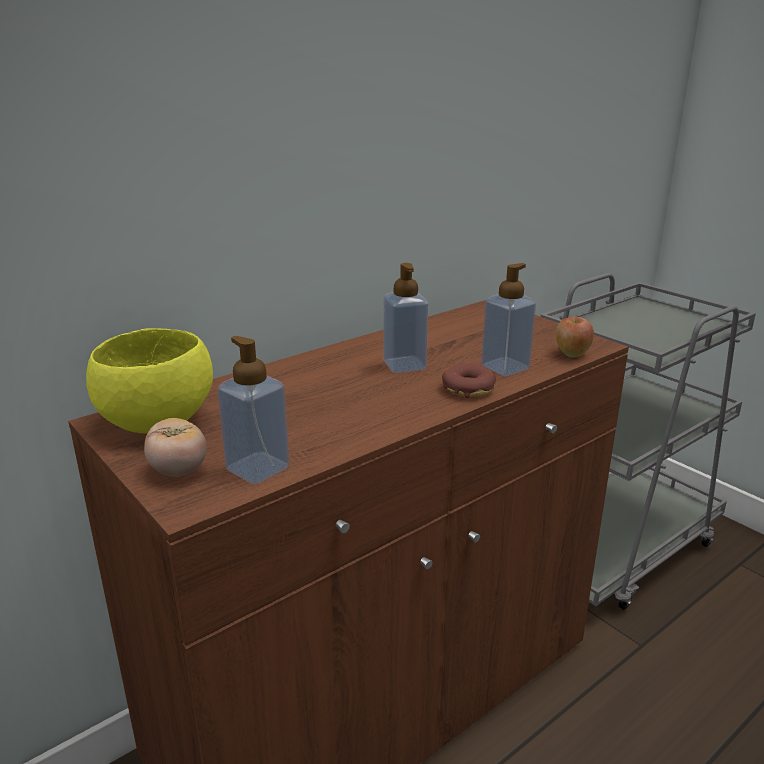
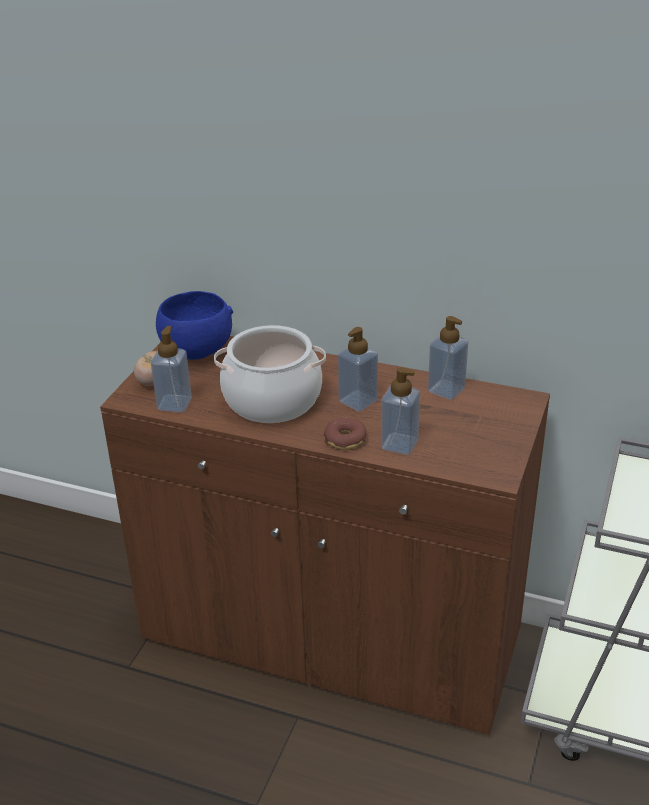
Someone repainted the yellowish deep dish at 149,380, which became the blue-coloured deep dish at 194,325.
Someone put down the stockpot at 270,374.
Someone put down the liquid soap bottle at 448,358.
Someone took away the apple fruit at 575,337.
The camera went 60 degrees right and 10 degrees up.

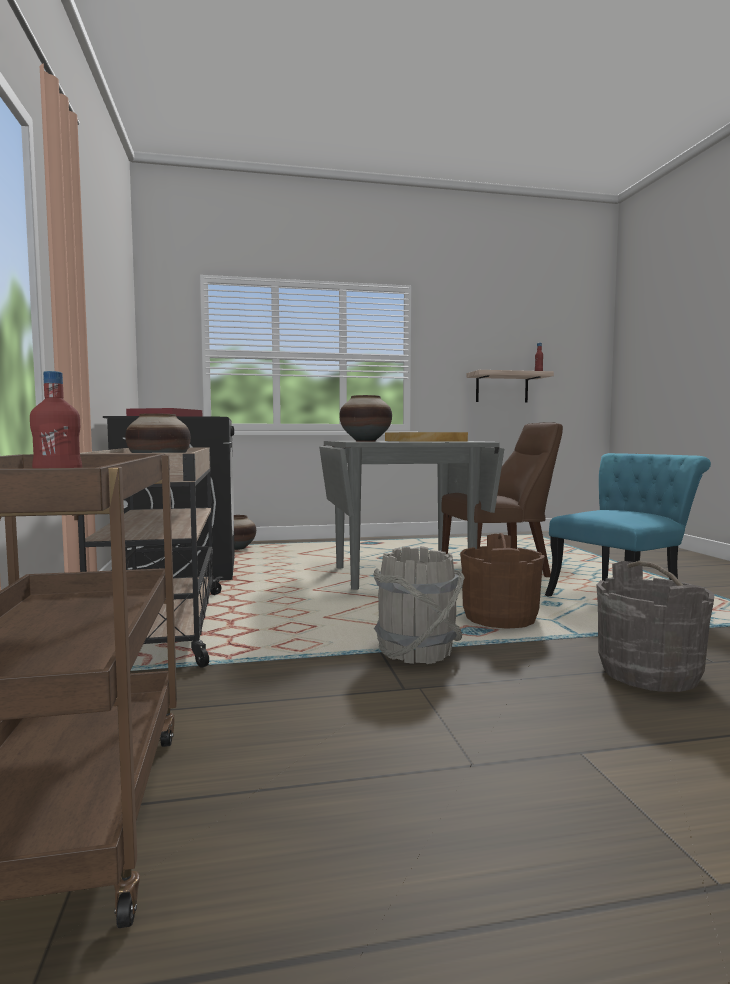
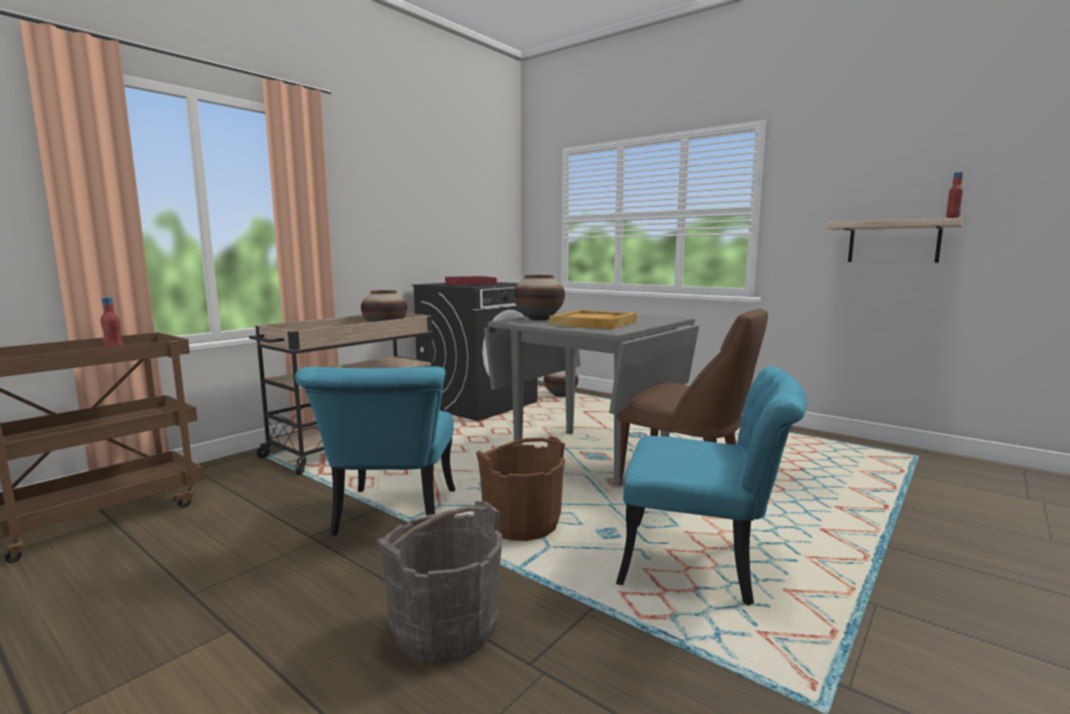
Someone swapped the gray bucket at 419,605 for the turquoise chair at 375,451.
The camera went 50 degrees right and 5 degrees up.

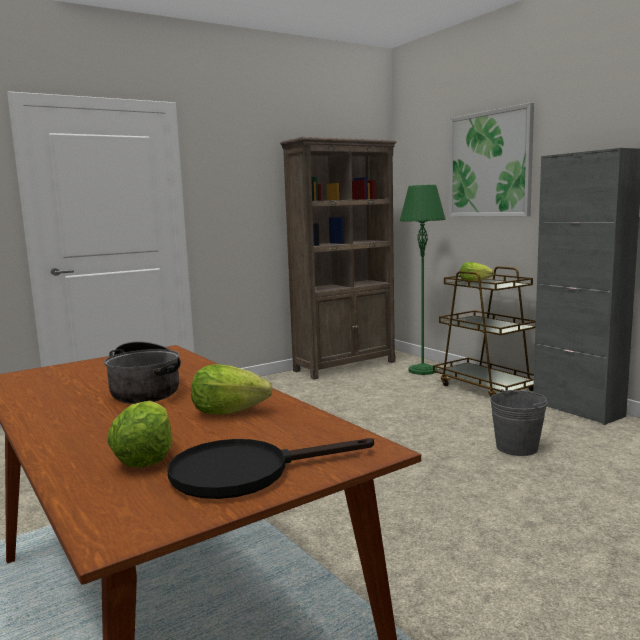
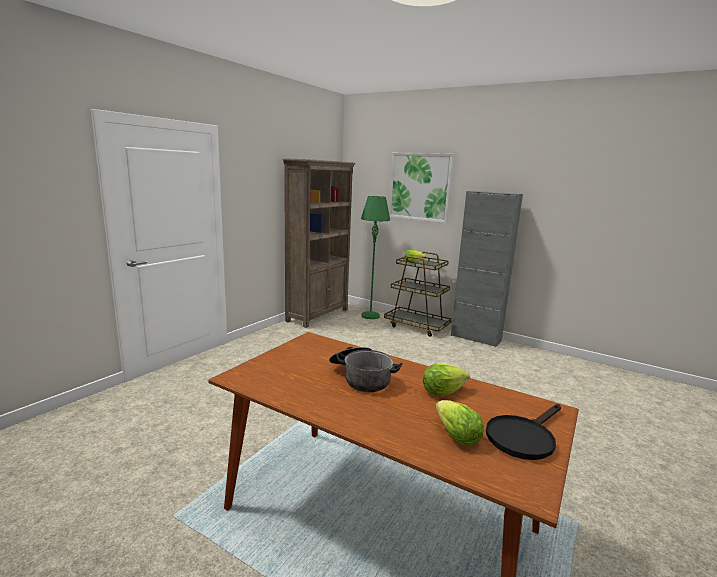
Someone took away the gray bucket at 519,422.
The camera went 25 degrees left and 5 degrees up.

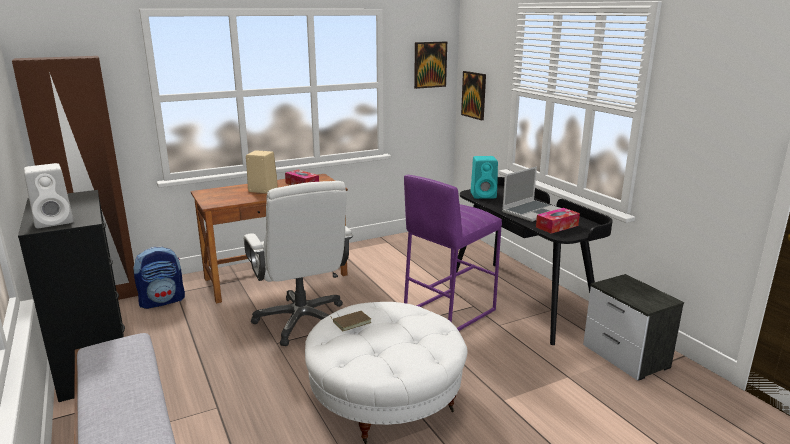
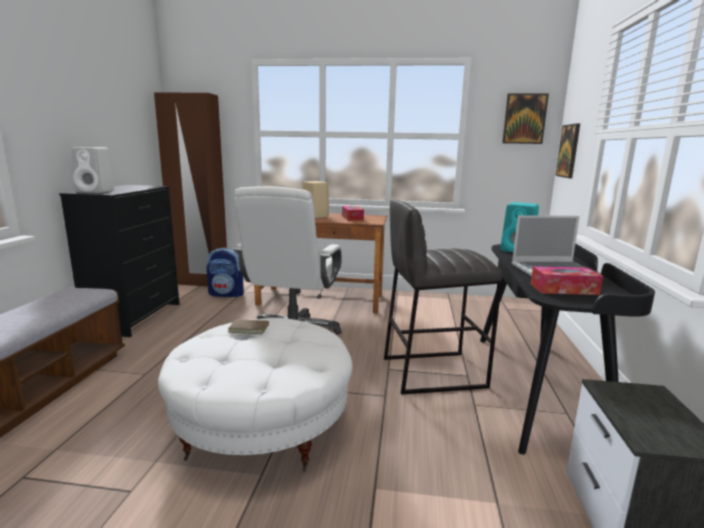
Someone repainted the purple-coloured stool at 453,253, which became the gray stool at 443,297.
The camera went 35 degrees right and 5 degrees down.

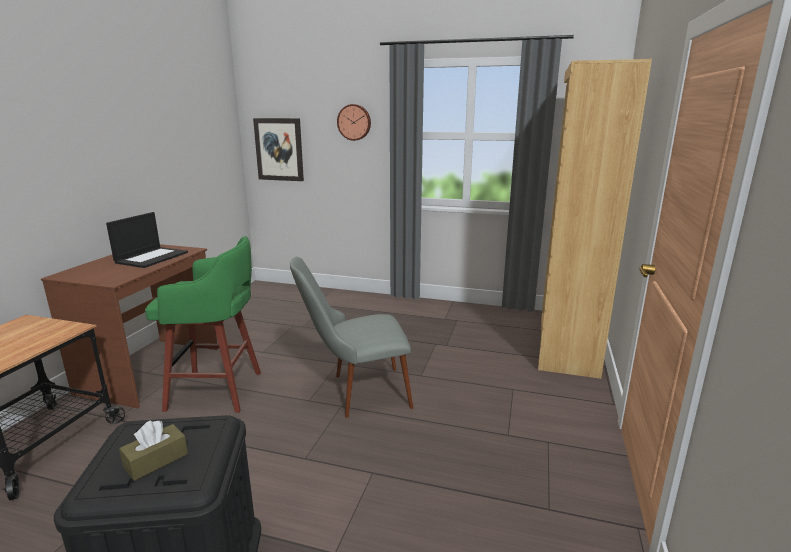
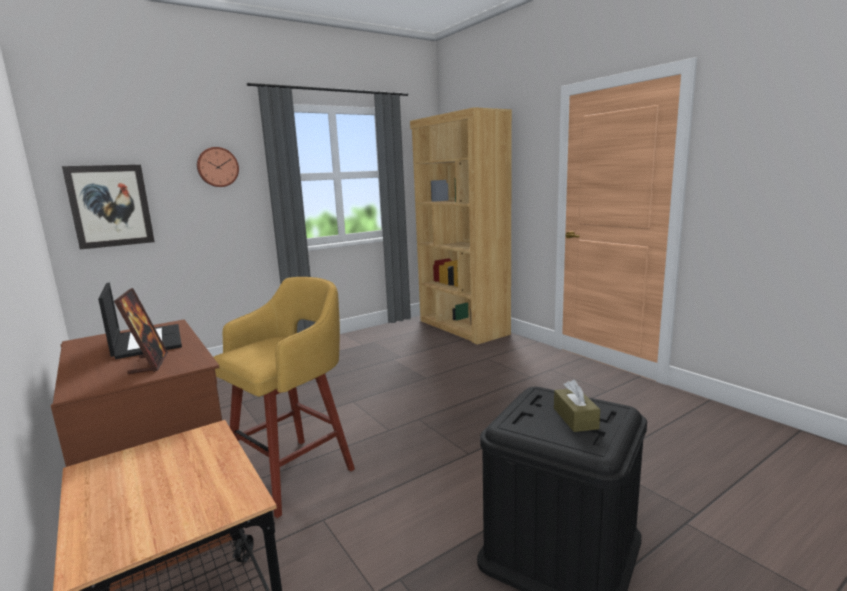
Someone put down the photo frame at 141,331.
Someone repainted the green stool at 203,324, which became the yellowish stool at 284,397.
Someone took away the gray chair at 351,337.
The camera went 50 degrees left and 5 degrees down.

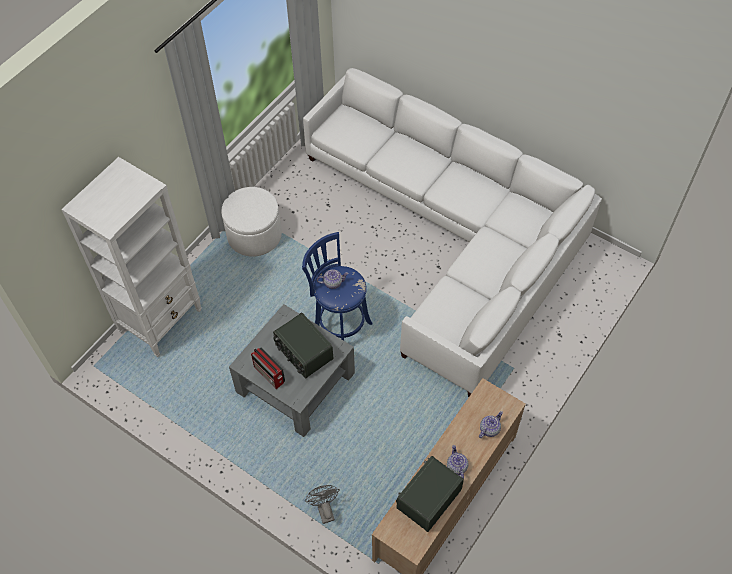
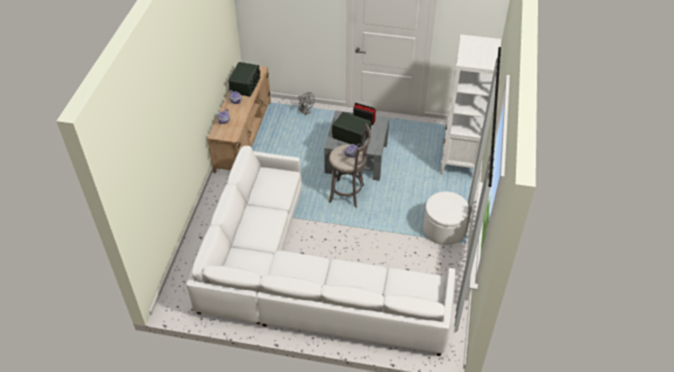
Someone repainted the blue-coloured stool at 337,286, which became the gray stool at 350,166.
The camera went 155 degrees right and 10 degrees down.

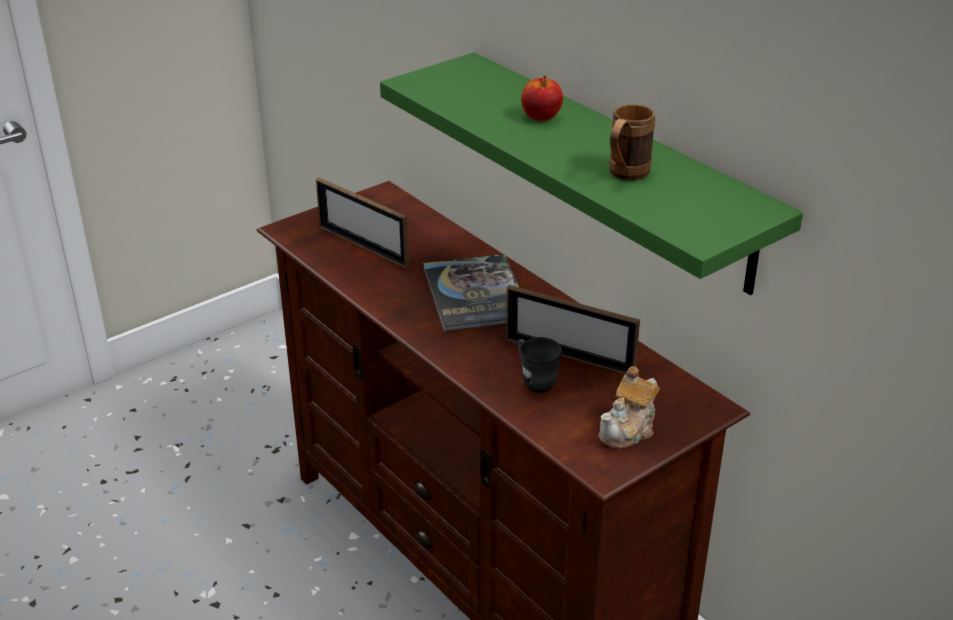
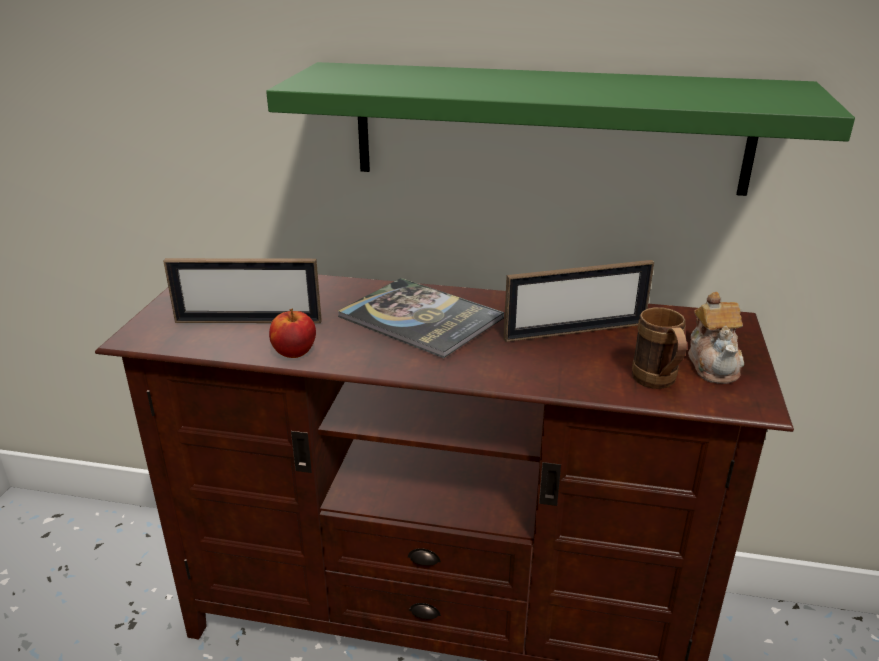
Someone carried the apple fruit from 542,98 to 292,333.
Someone carried the brownish mug from 632,142 to 659,348.
Someone took away the gray mug at 540,365.
The camera went 40 degrees left and 5 degrees down.

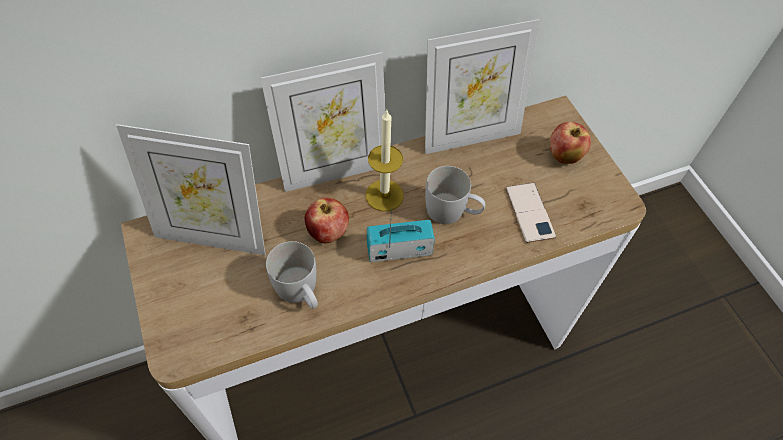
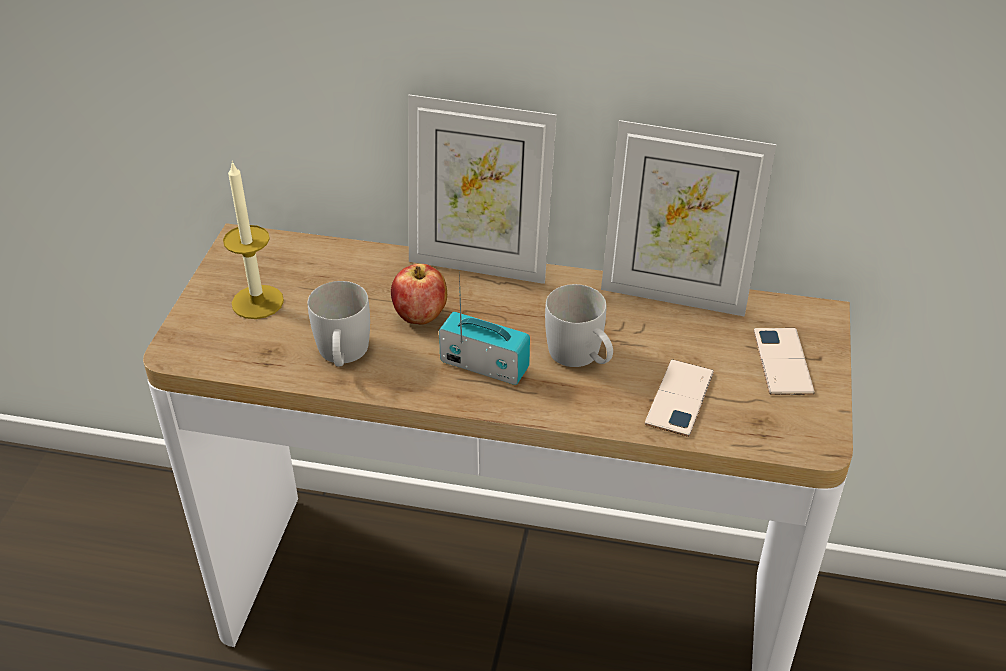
Someone carried the wax candle from 385,160 to 253,240.
Someone swapped the apple fruit at 570,143 for the handset at 784,361.
Someone took away the photo frame at 190,189.
The camera went 35 degrees right and 15 degrees down.

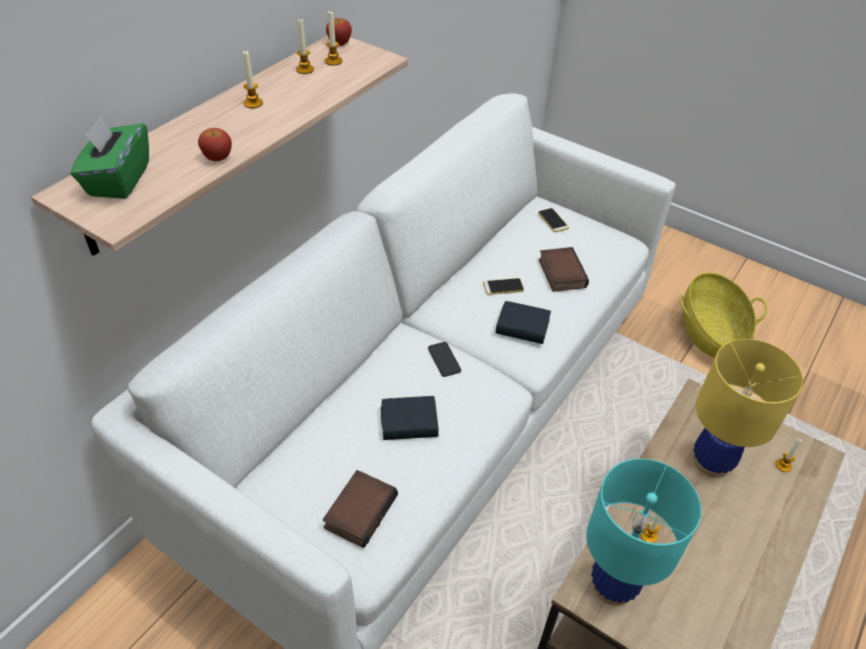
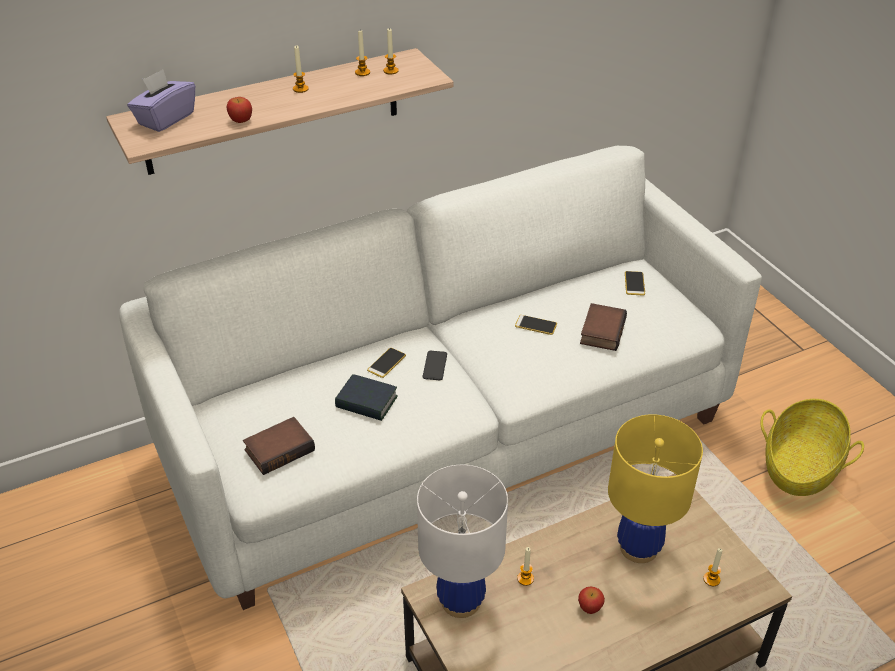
Someone repainted the green tissue holder at 110,157, which became the purple-coloured tissue holder at 161,100.
Someone put down the handset at 386,363.
Someone repainted the turquoise table lamp at 644,532, which became the white table lamp at 462,541.
Someone carried the apple fruit from 339,32 to 591,600.
Someone took away the volume at 523,322.
The camera went 30 degrees right and 5 degrees down.

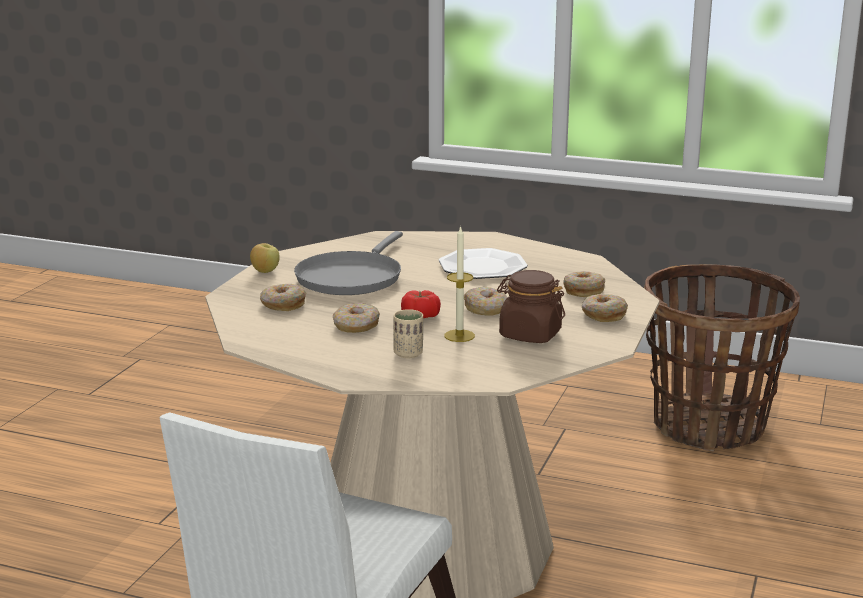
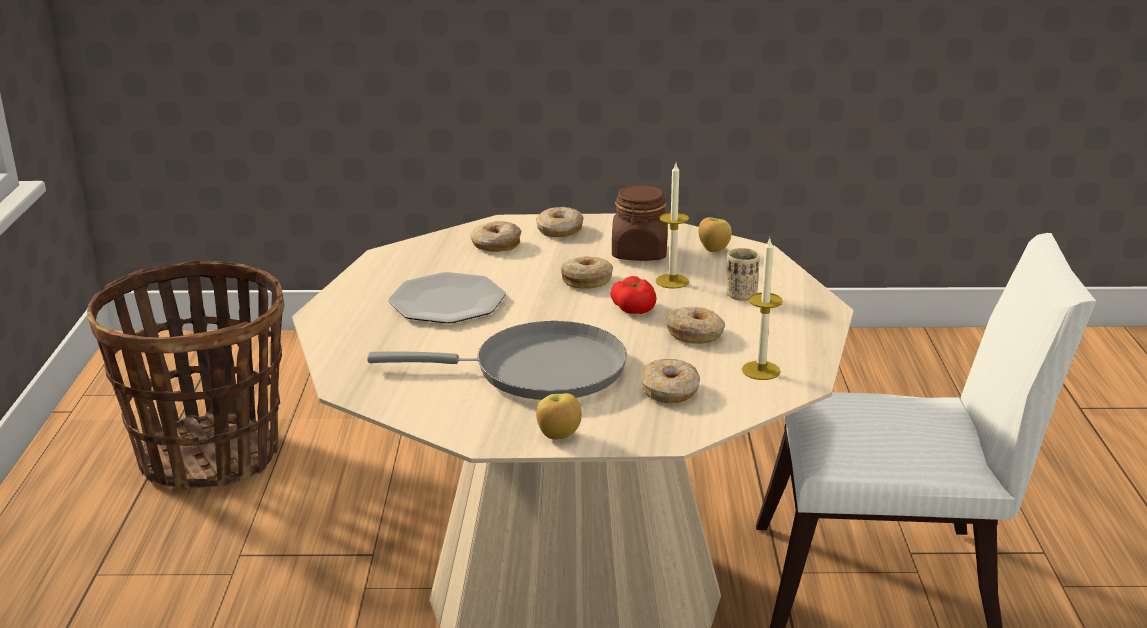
Someone put down the apple fruit at 715,234.
Someone put down the wax candle at 762,309.
The camera went 110 degrees left and 5 degrees up.

